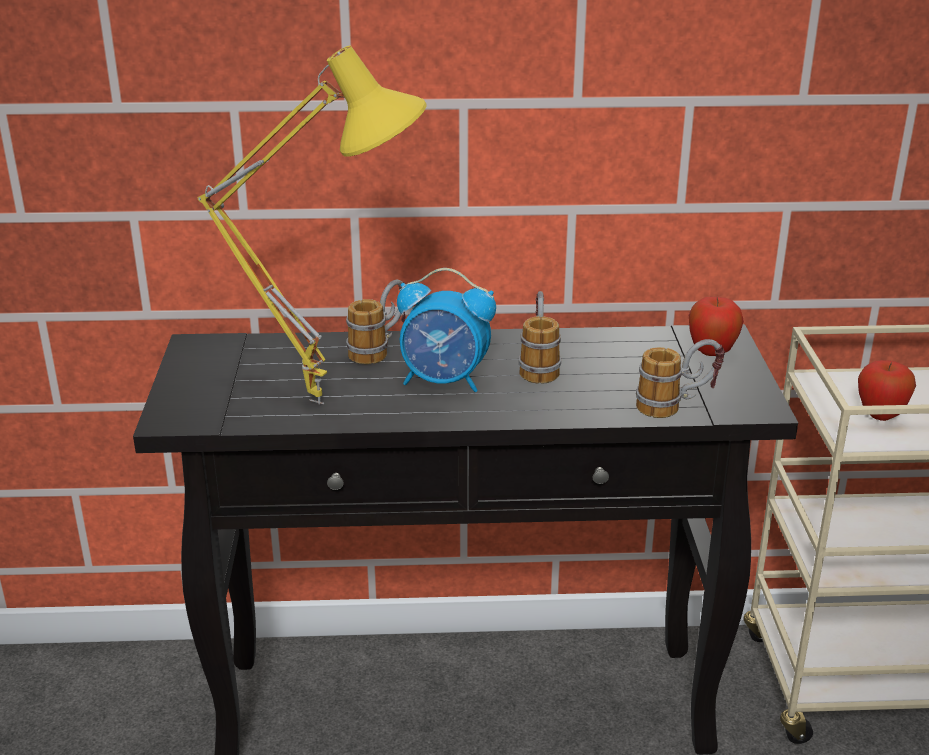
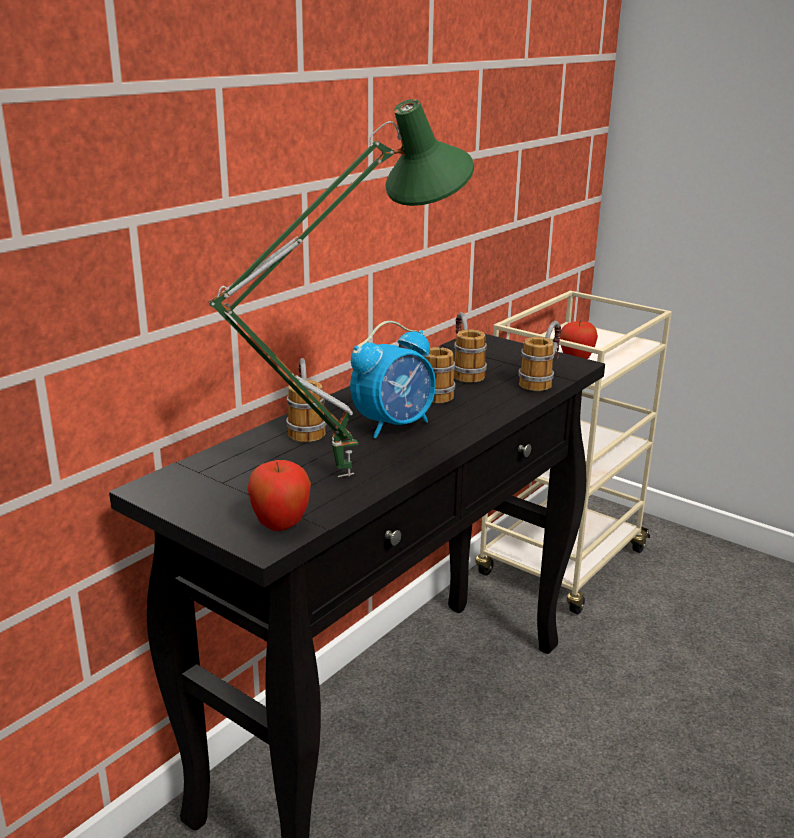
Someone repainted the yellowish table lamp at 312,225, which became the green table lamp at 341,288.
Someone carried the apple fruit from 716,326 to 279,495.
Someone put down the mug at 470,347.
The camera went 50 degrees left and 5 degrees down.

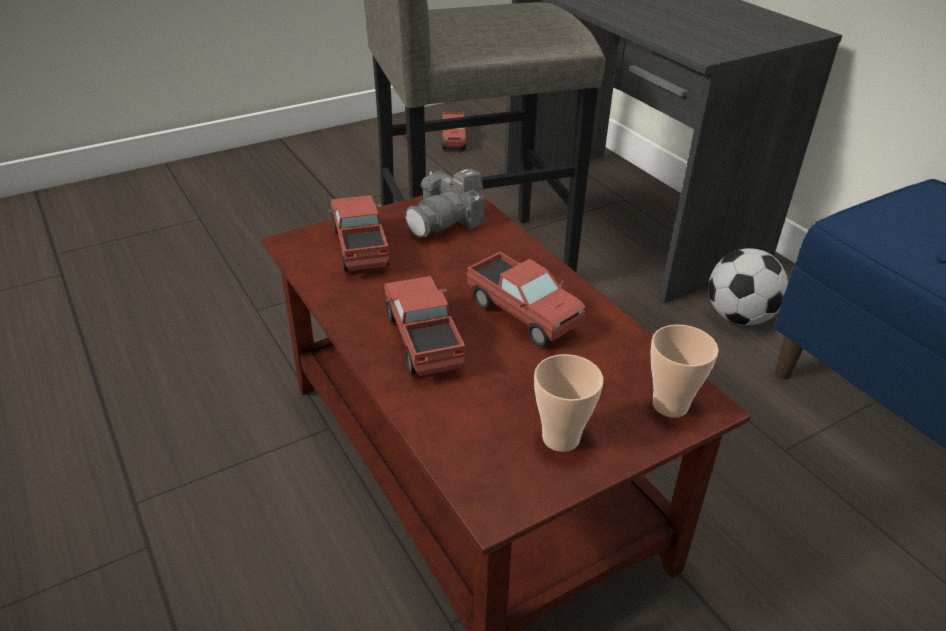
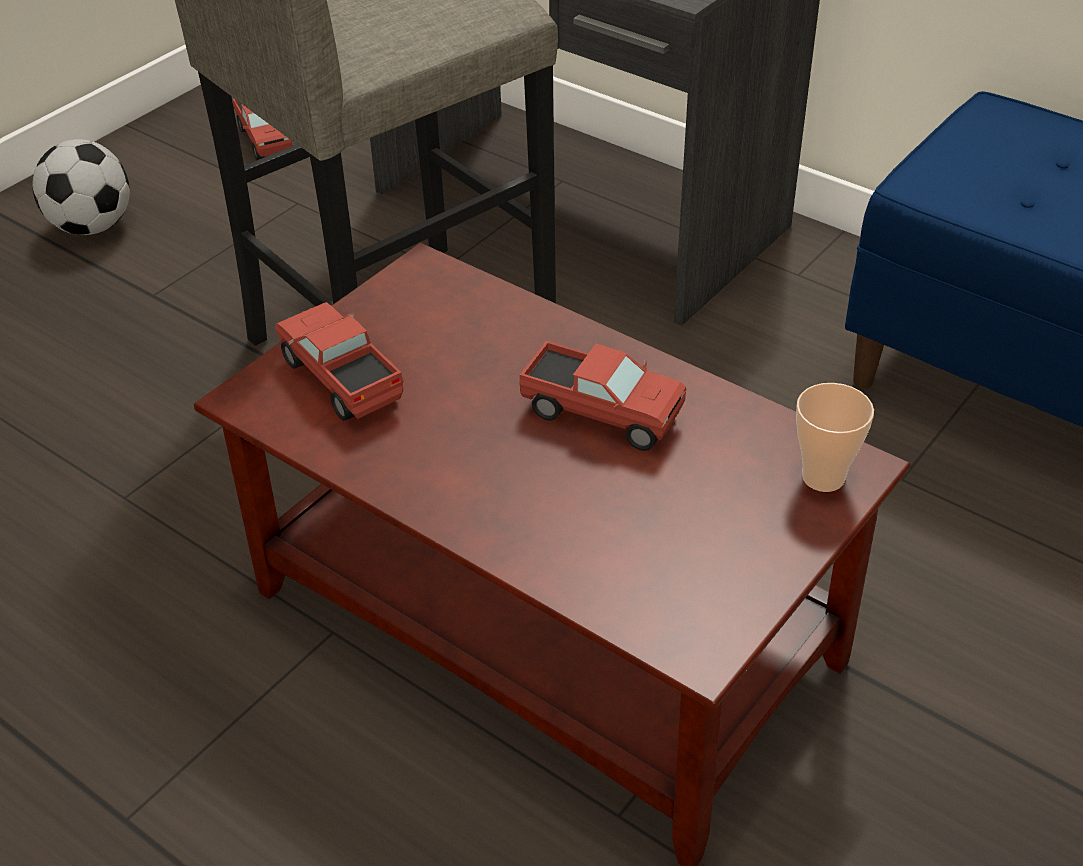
Someone carried the football from 748,286 to 81,187.
Someone took away the toy truck at 425,326.
Someone took away the still camera at 445,203.
Someone took away the cup at 568,403.
The camera went 20 degrees left and 5 degrees up.

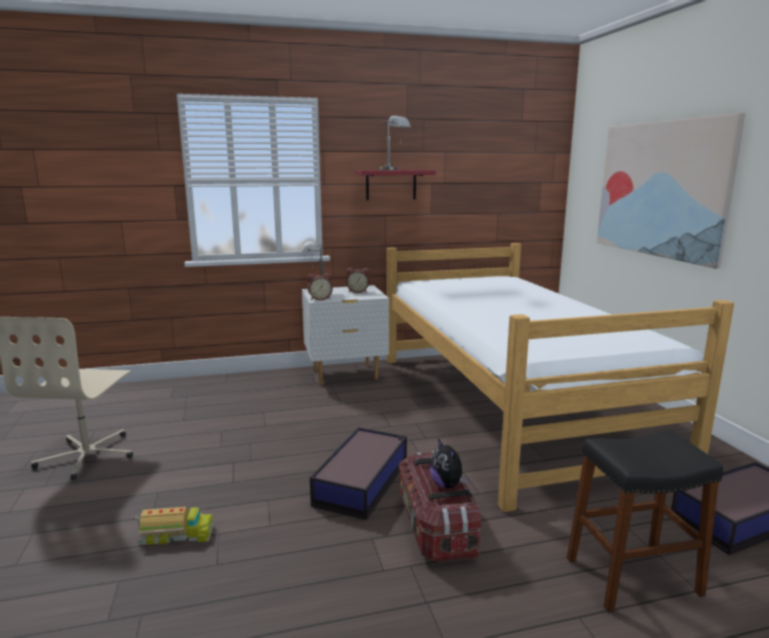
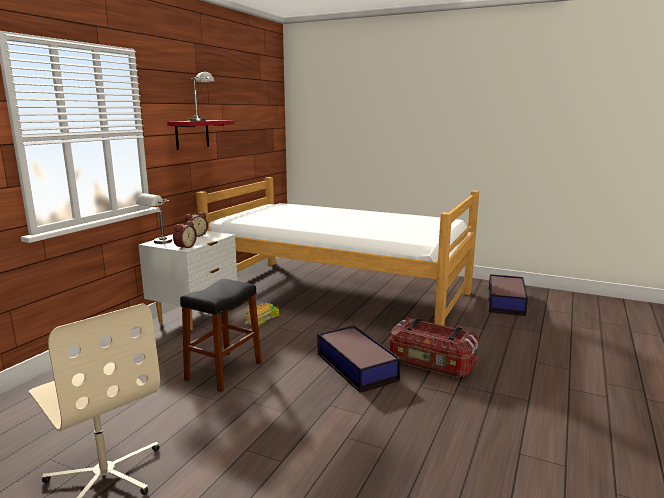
Someone carried the blackish stool from 645,521 to 221,335.
Someone carried the toy truck from 173,526 to 261,314.
Someone took away the plush toy at 448,463.
Someone took away the wall art at 671,191.
The camera went 50 degrees left and 0 degrees up.

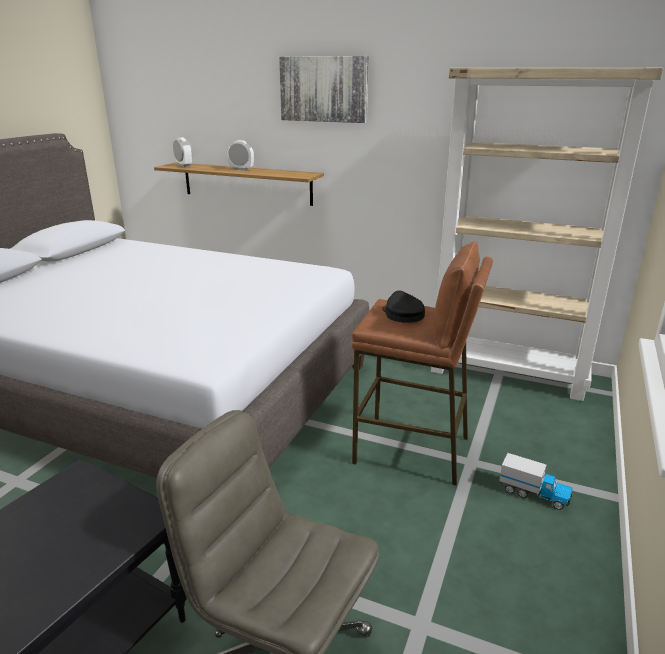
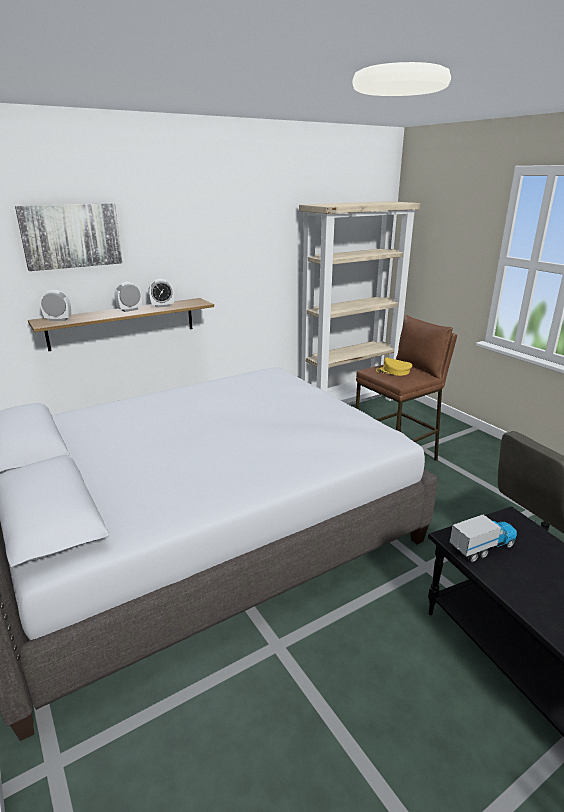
Someone carried the wall art from 324,89 to 69,237.
Someone put down the alarm clock at 161,293.
Someone repainted the blackish baseball cap at 403,307, which became the yellowish baseball cap at 394,367.
Someone carried the toy truck from 536,481 to 483,538.
The camera went 55 degrees left and 0 degrees up.

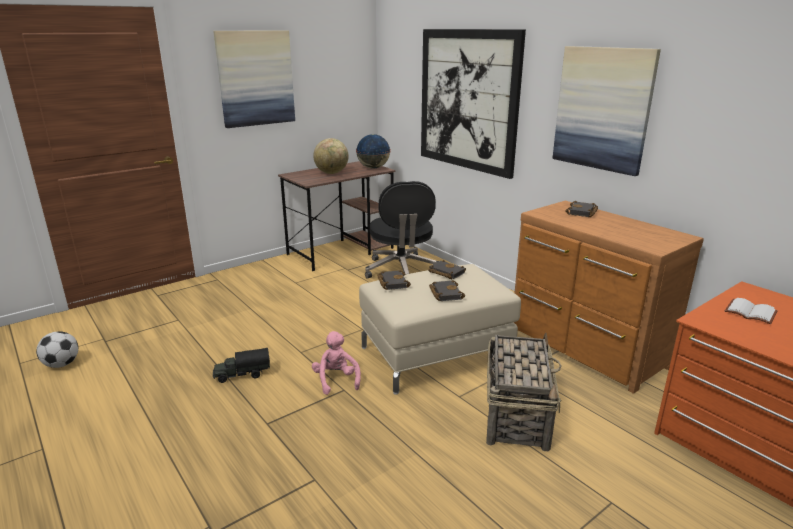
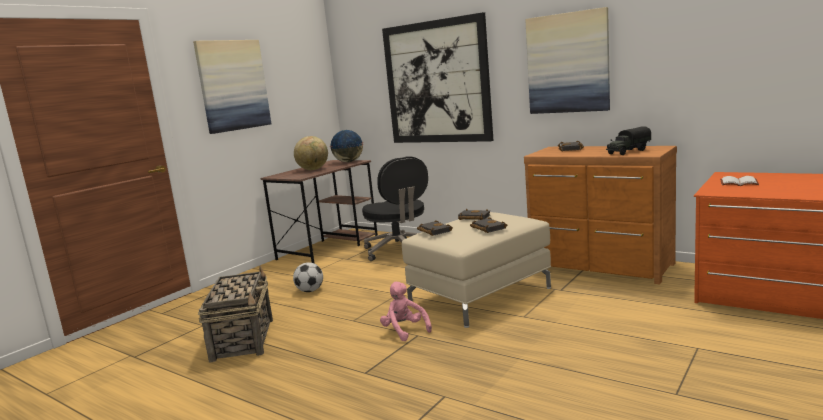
Someone carried the storage basket from 524,392 to 235,314.
Someone carried the football from 57,349 to 308,277.
Someone carried the toy truck from 241,365 to 629,140.
The camera went 15 degrees left and 10 degrees down.

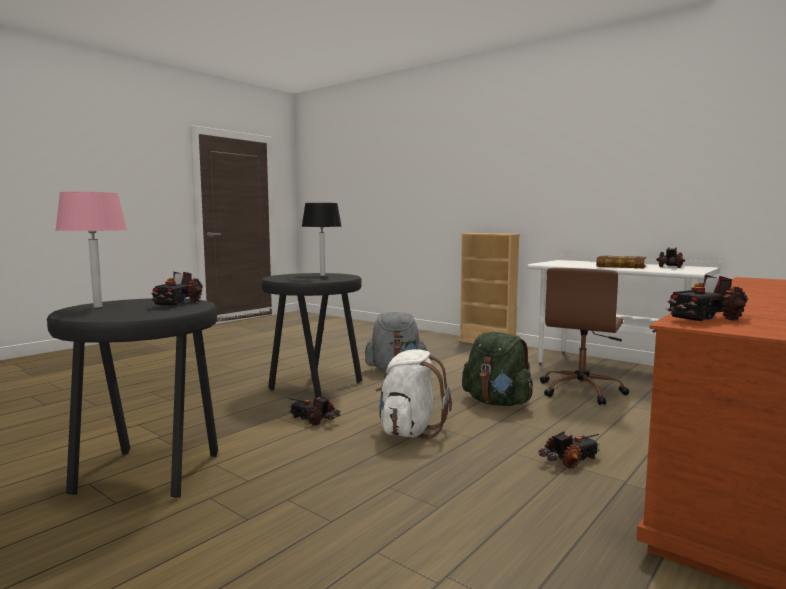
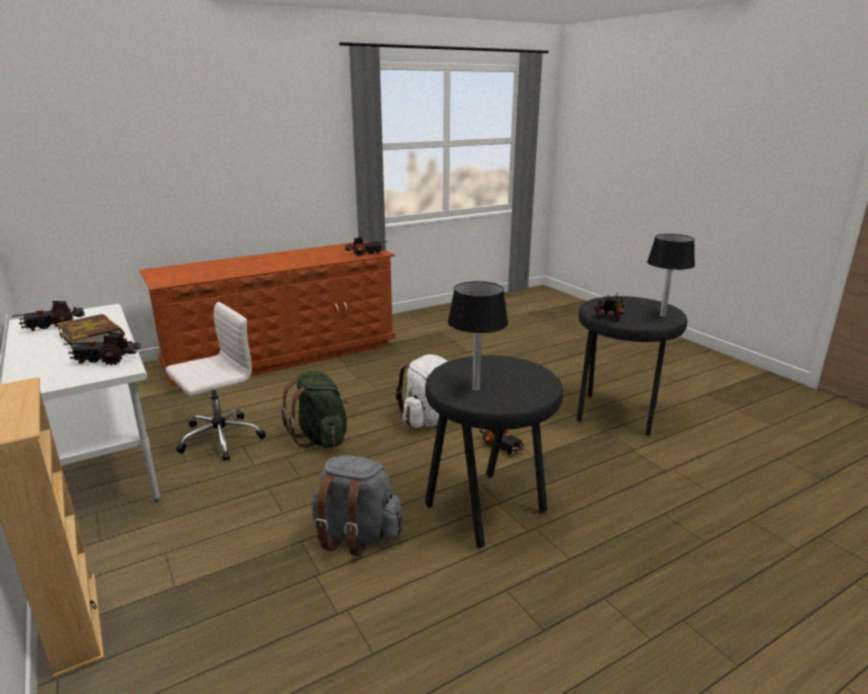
Someone carried the toy truck from 569,450 to 102,348.
Someone repainted the brownish office chair at 584,336, which became the white office chair at 216,381.
Someone repainted the pink table lamp at 91,250, which became the blackish table lamp at 671,275.
The camera went 160 degrees left and 15 degrees up.

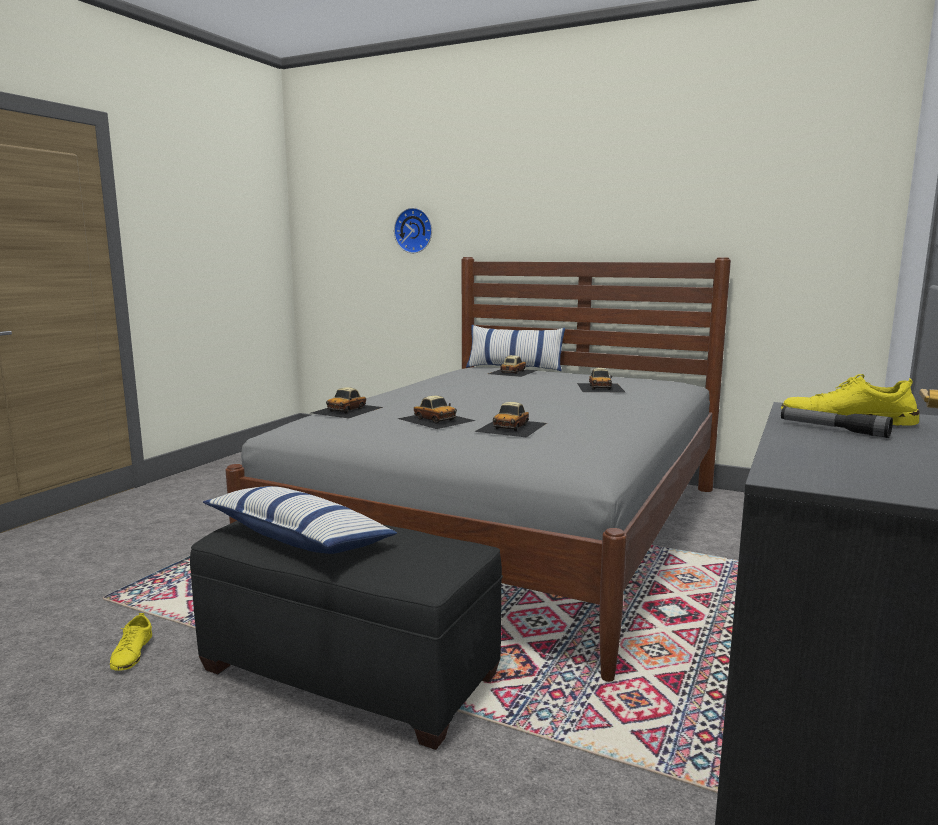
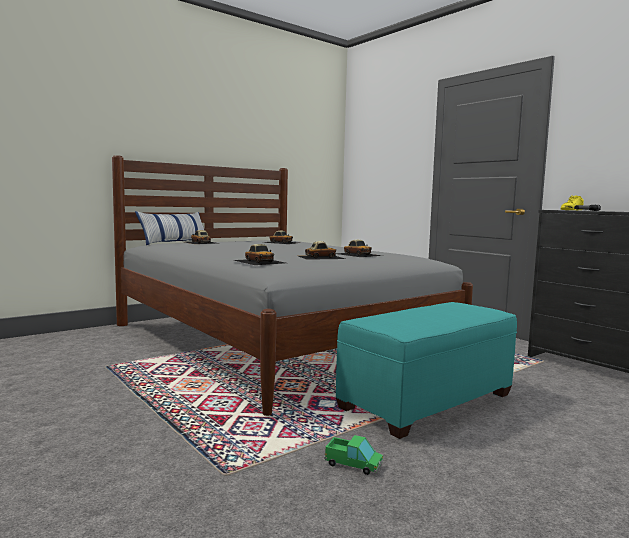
Someone swapped the yellowish low shoe at 131,642 for the toy truck at 353,455.
Someone repainted the blackish ottoman at 346,635, which became the turquoise ottoman at 426,370.
Someone took away the cushion at 300,520.
Someone took away the clock on the wall at 413,230.
The camera went 65 degrees left and 5 degrees down.

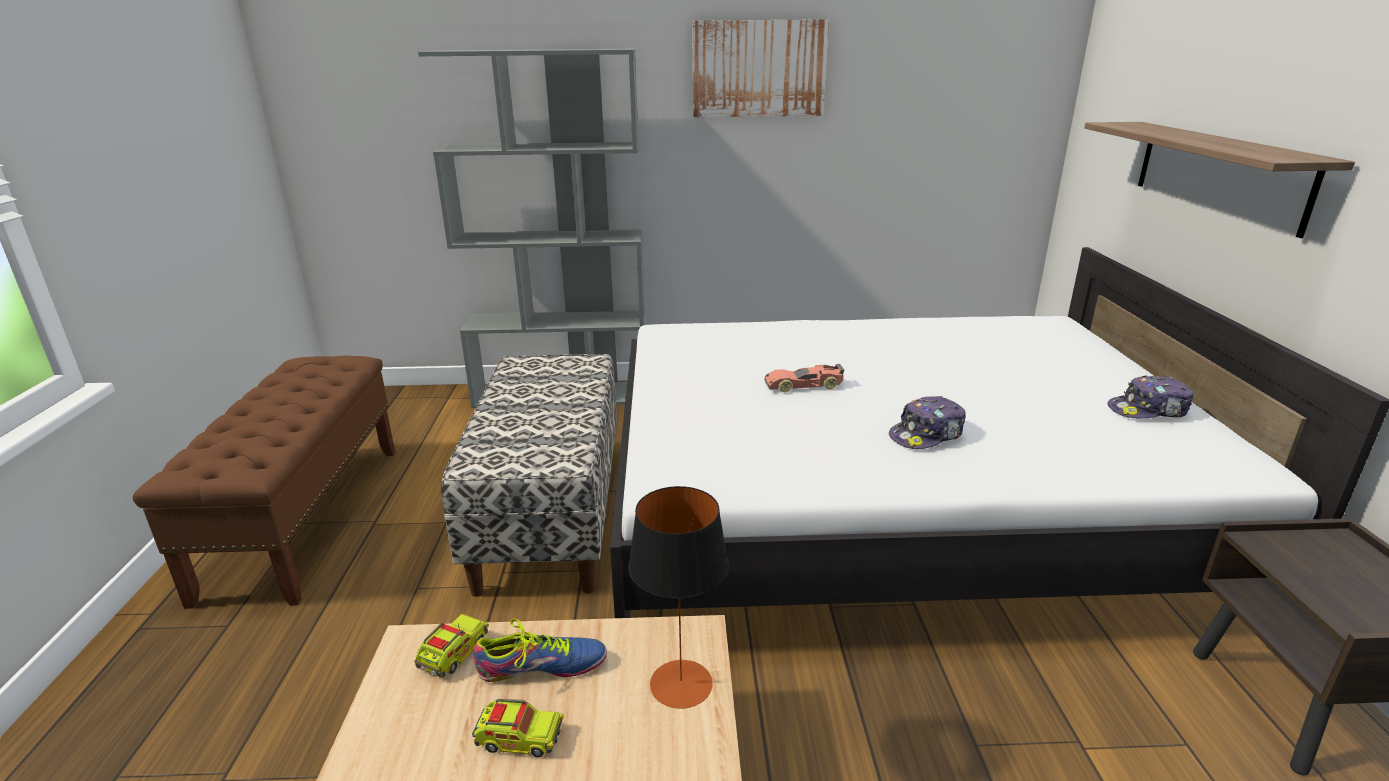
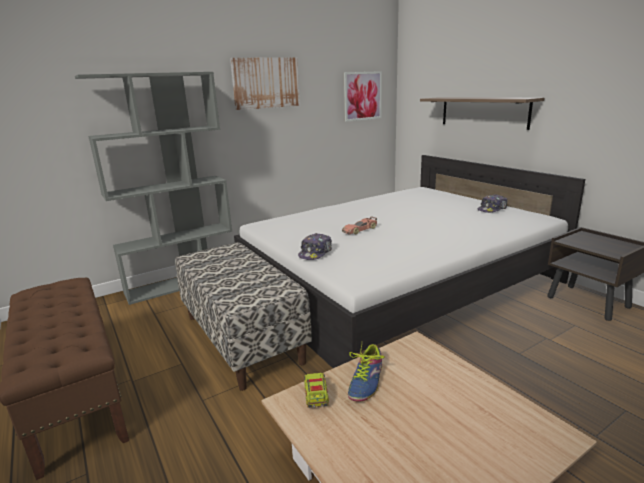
Someone carried the baseball cap from 927,422 to 315,246.
Someone put up the wall art at 363,96.
Someone rotated the low shoe at 540,650 by 150 degrees clockwise.
Someone took away the toy truck at 518,728.
Someone took away the table lamp at 678,597.
The camera went 30 degrees left and 5 degrees down.

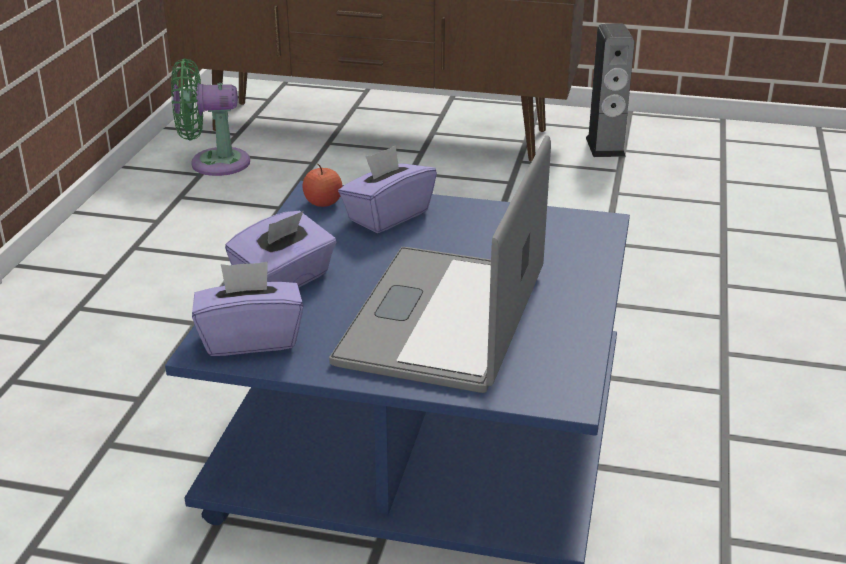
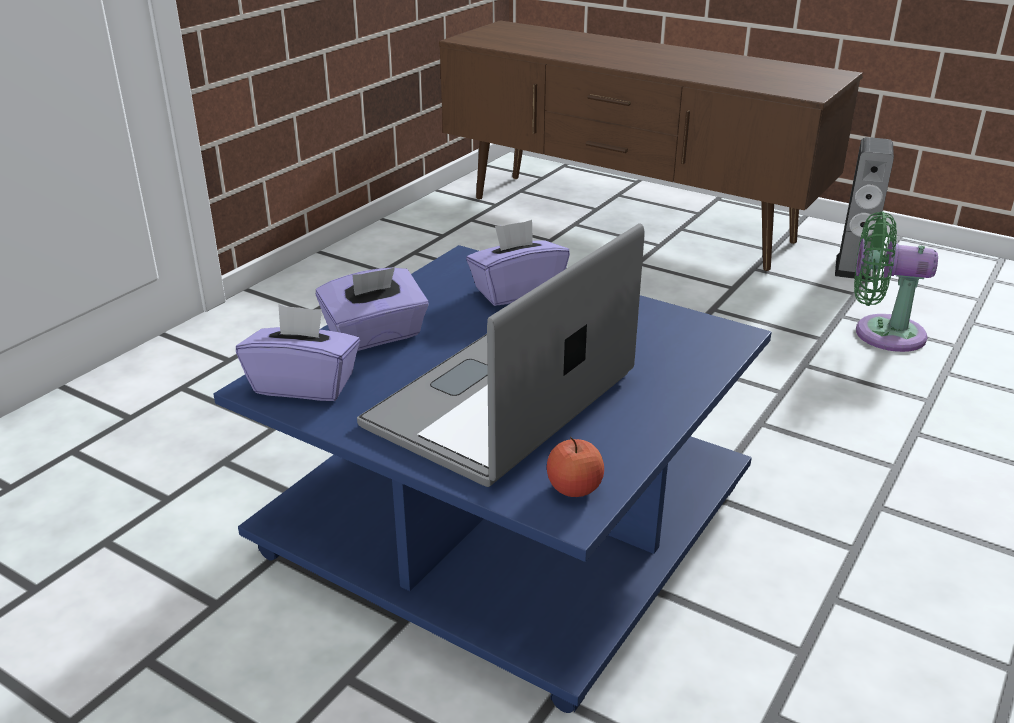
Someone carried the apple fruit from 323,185 to 575,467.
Someone carried the green electric fan from 210,117 to 896,282.
The camera went 20 degrees right and 0 degrees up.

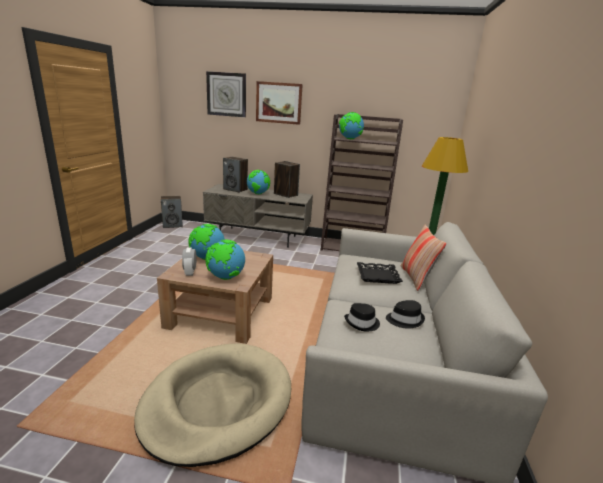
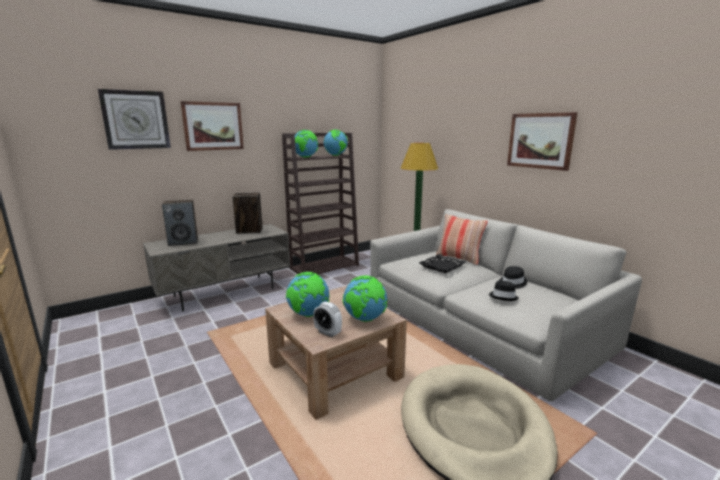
Someone carried the world globe from 258,182 to 336,143.
Someone put up the wall art at 542,141.
Someone took away the audio speaker at 172,212.
The camera went 45 degrees left and 5 degrees down.

